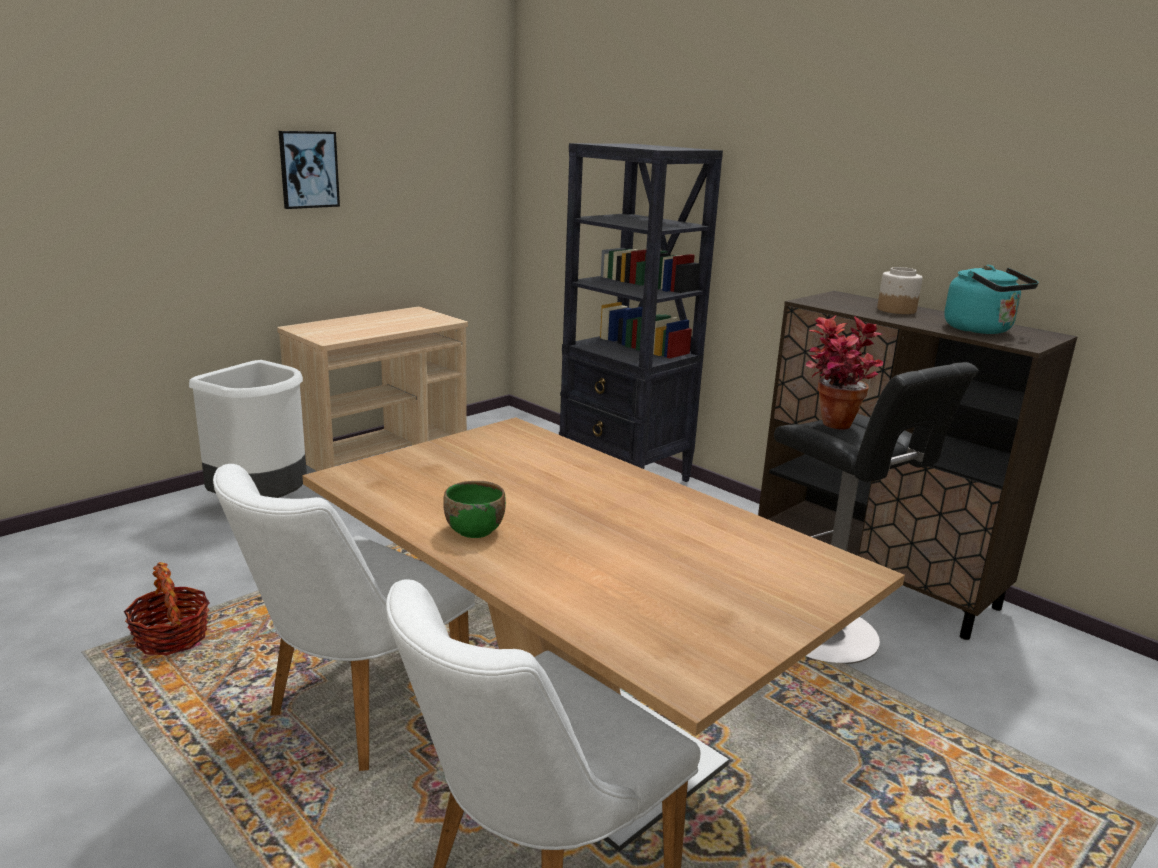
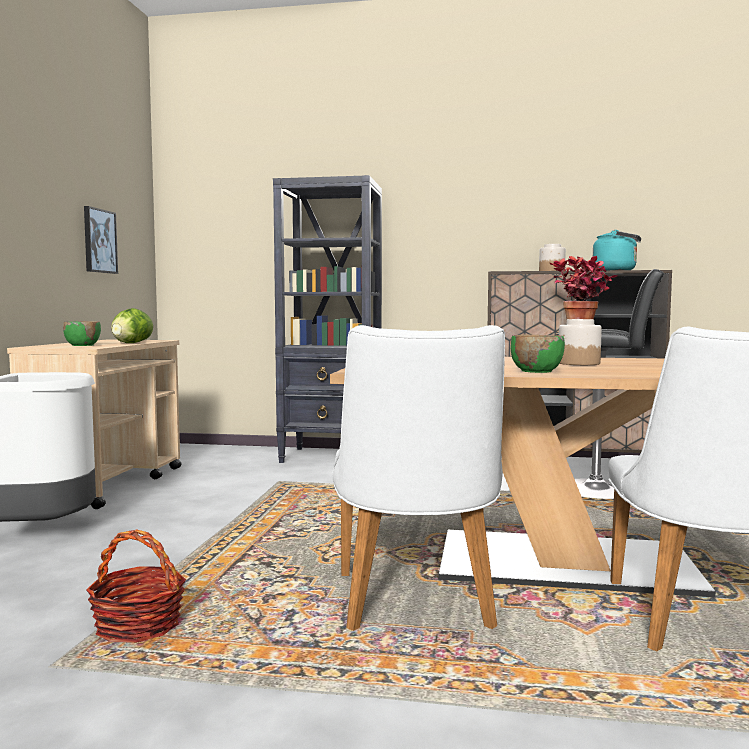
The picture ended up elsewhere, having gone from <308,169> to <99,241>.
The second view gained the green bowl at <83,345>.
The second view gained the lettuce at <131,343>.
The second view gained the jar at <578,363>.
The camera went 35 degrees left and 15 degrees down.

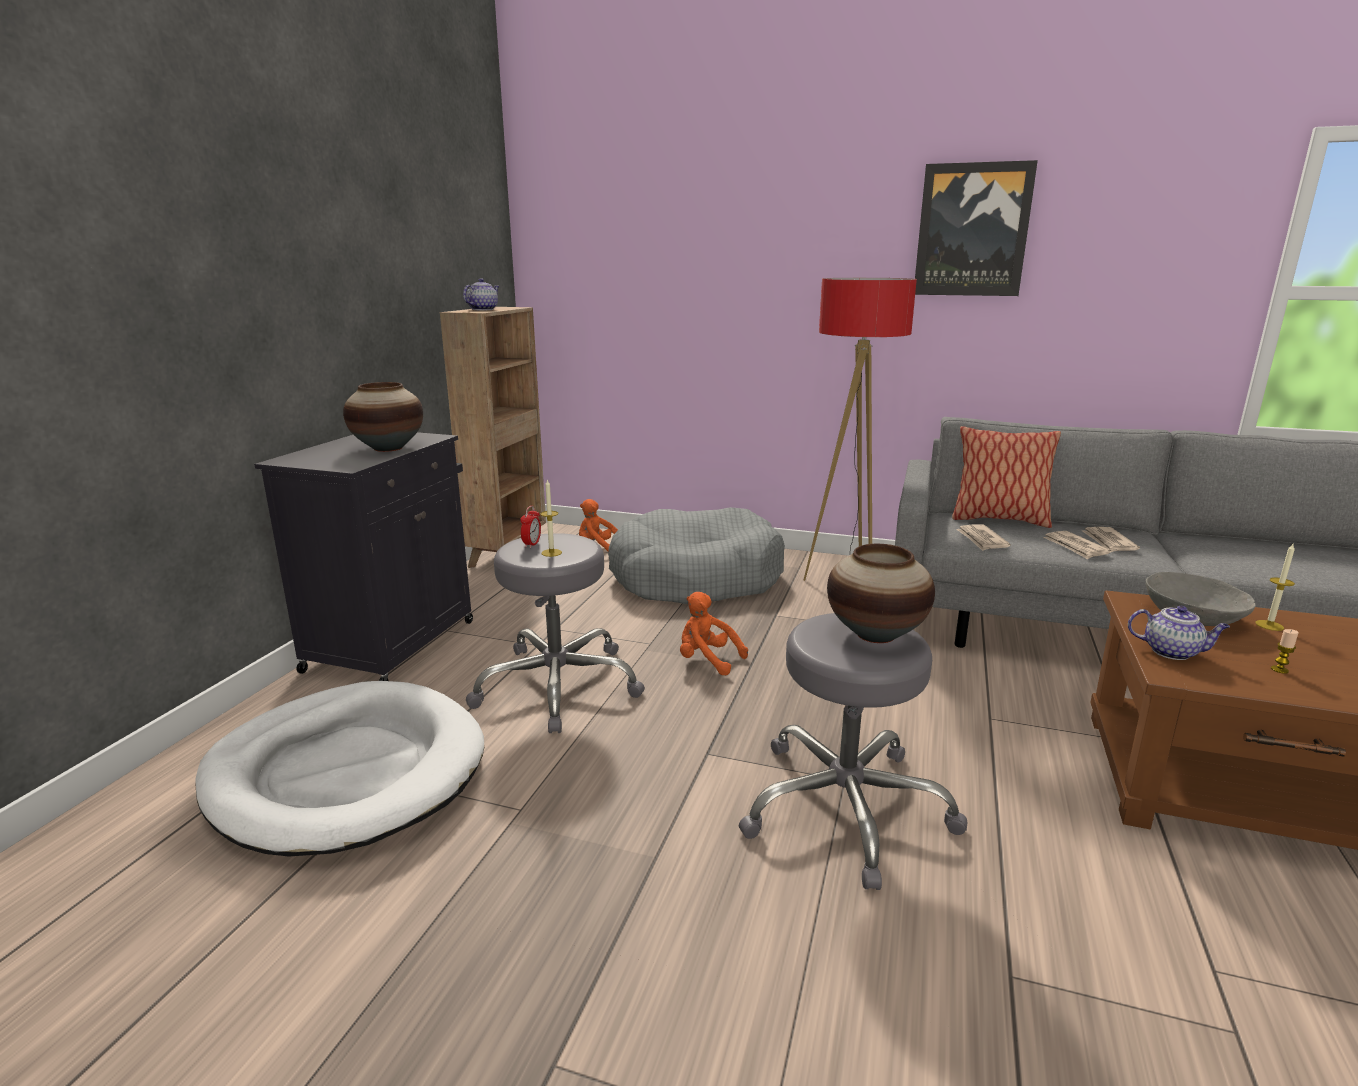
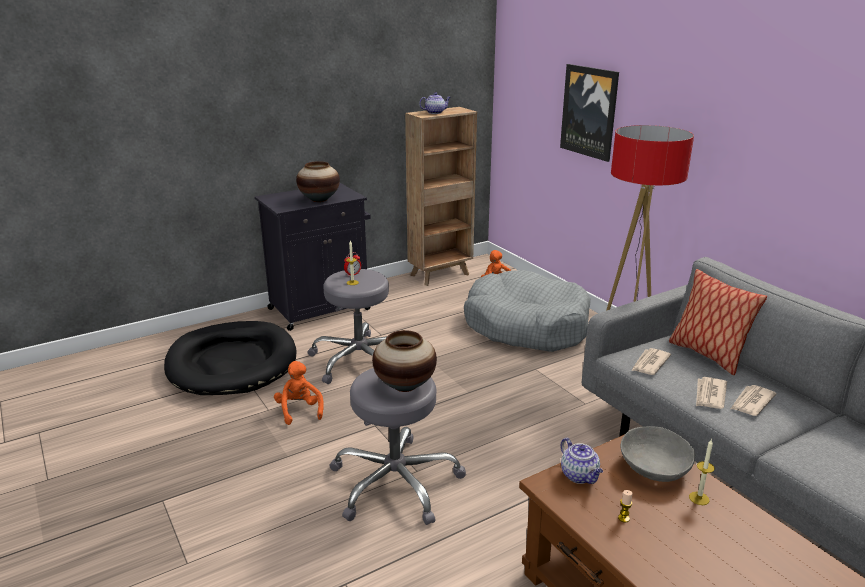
What was the white dog bed at <347,772> turned into the black dog bed at <232,363>.
The orange plush toy ended up elsewhere, having gone from <707,660> to <299,410>.
The picture ended up elsewhere, having gone from <972,230> to <589,111>.
The camera went 40 degrees right and 5 degrees up.

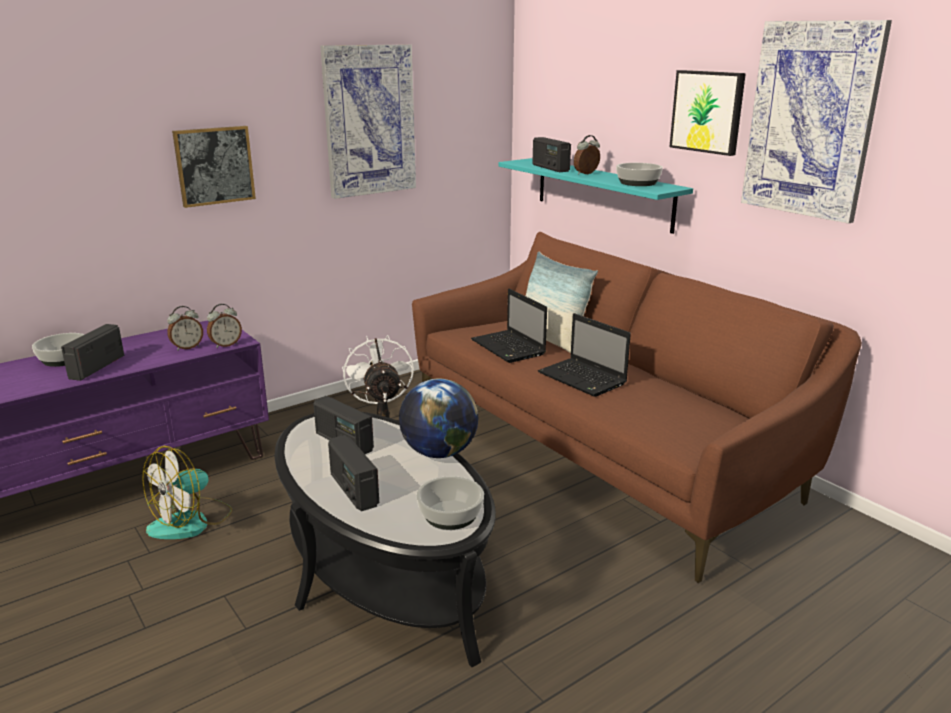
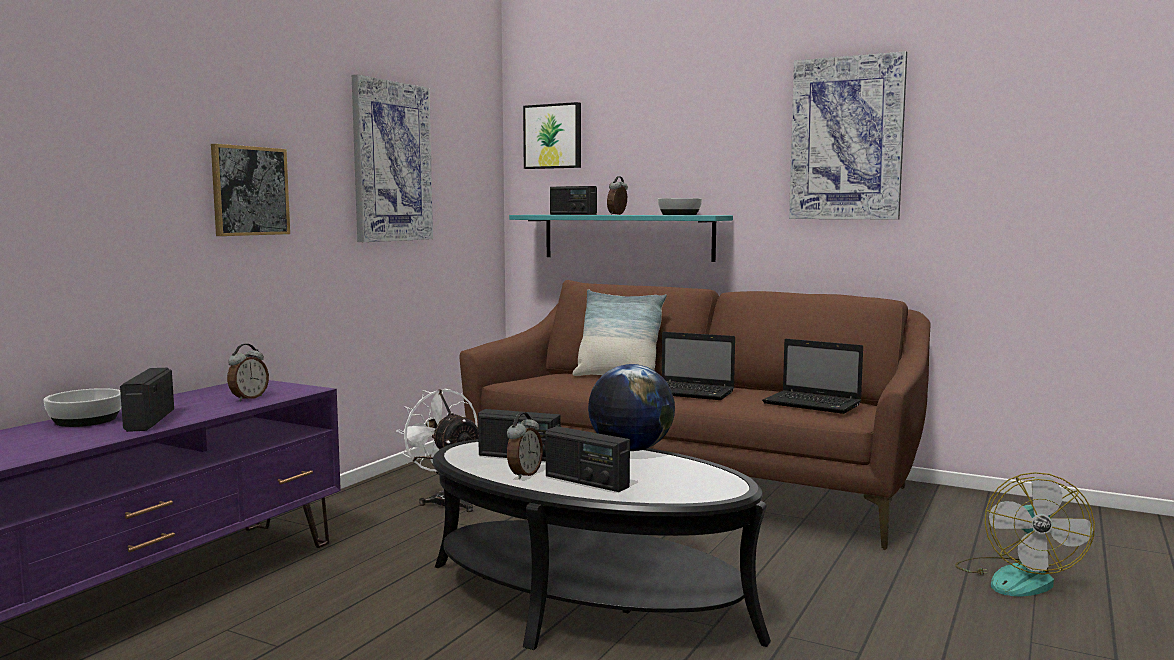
The fan ended up elsewhere, having gone from <191,522> to <1017,577>.
The alarm clock ended up elsewhere, having gone from <226,345> to <524,474>.
The second view lost the bowl at <451,515>.
The laptop ended up elsewhere, having gone from <509,348> to <814,404>.
The picture ended up elsewhere, having gone from <708,111> to <553,136>.
The camera went 25 degrees left and 15 degrees down.

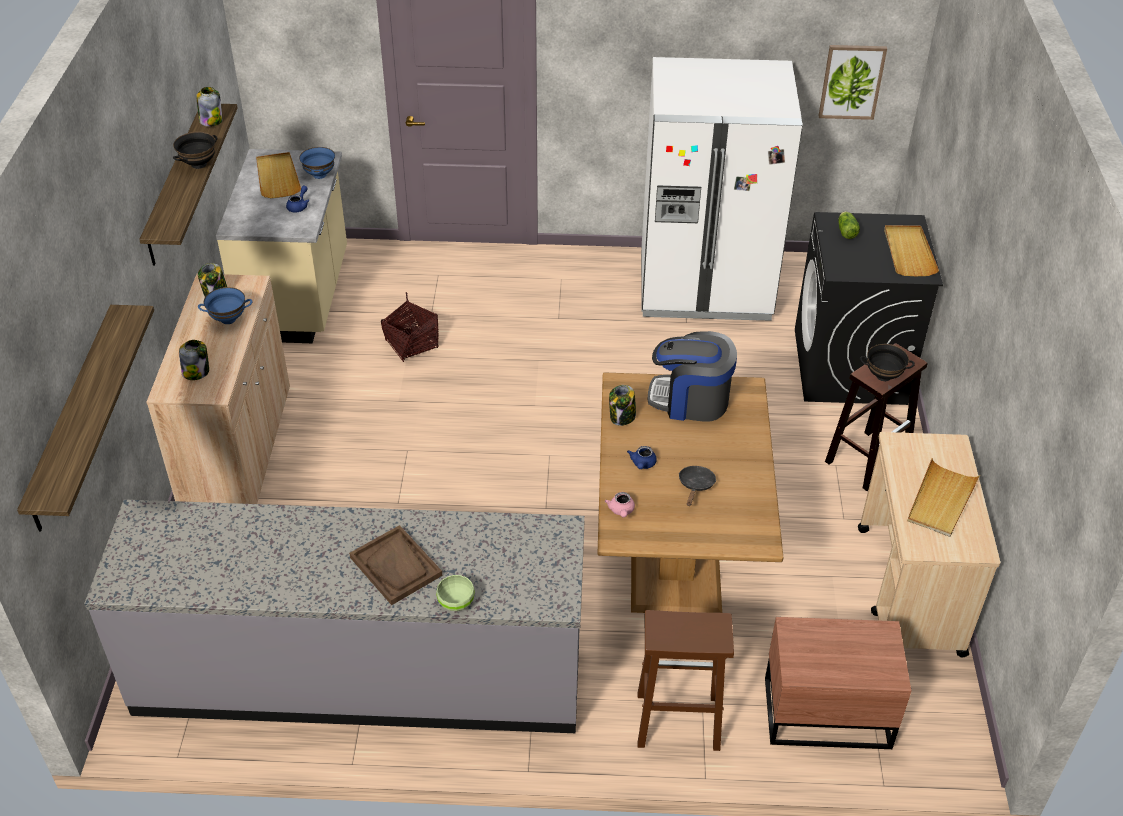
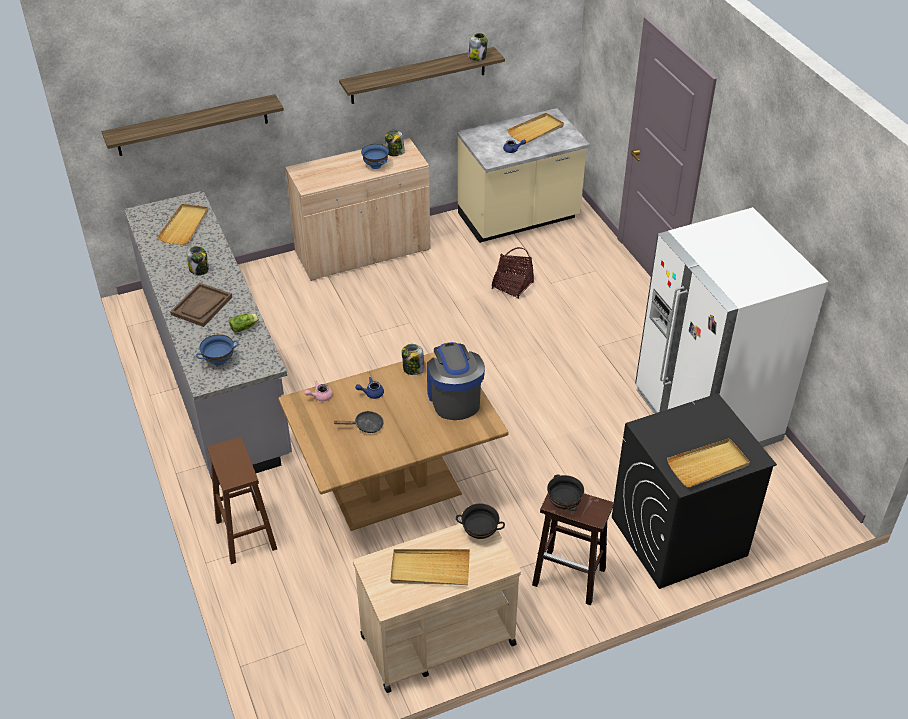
The black bowl ended up elsewhere, having gone from <199,165> to <479,533>.
The jar ended up elsewhere, having gone from <196,372> to <199,269>.
The blue bowl ended up elsewhere, having gone from <320,175> to <219,361>.
The second view lost the green bowl at <455,603>.
The second view lost the brown nightstand at <824,710>.
The second view lost the picture at <851,81>.
The lettuce ended up elsewhere, having gone from <846,231> to <245,327>.
The second view gained the beige tray at <184,226>.
The camera went 65 degrees right and 0 degrees up.

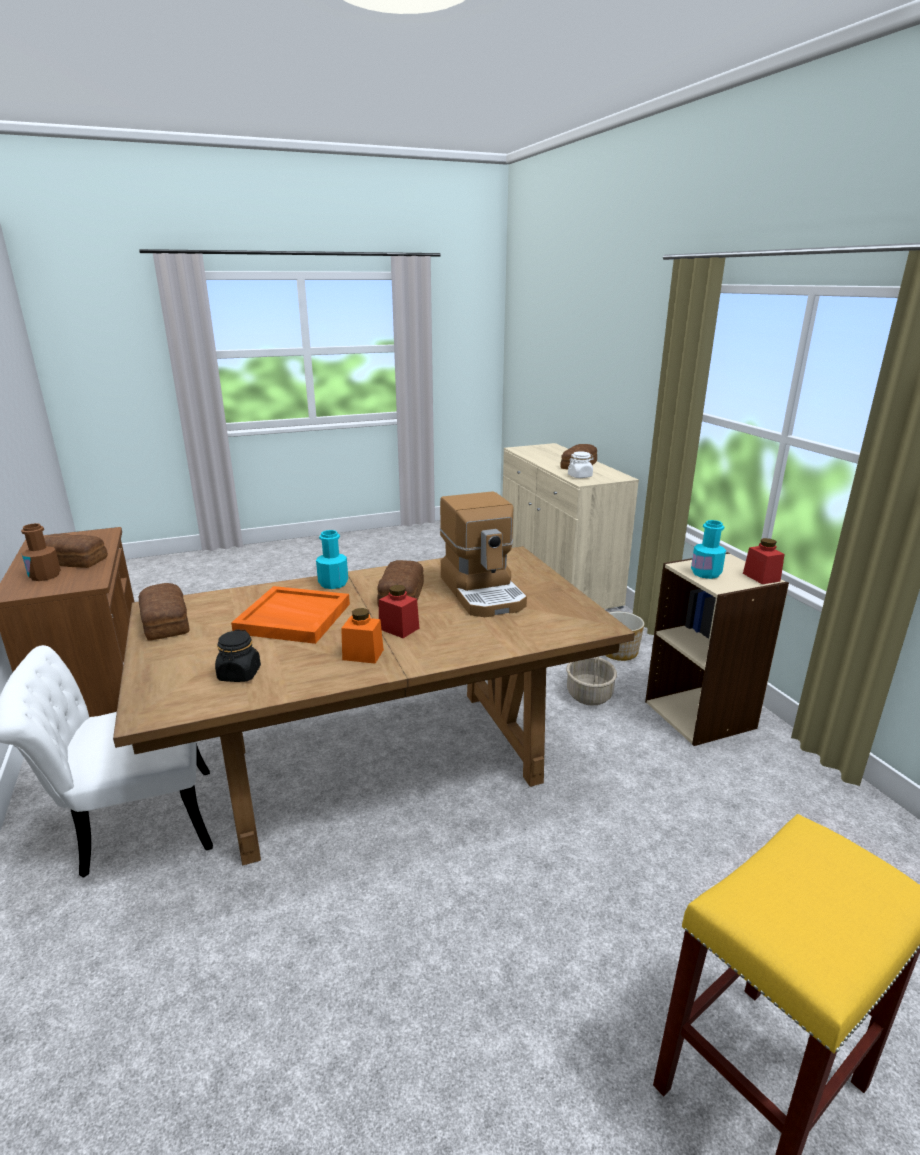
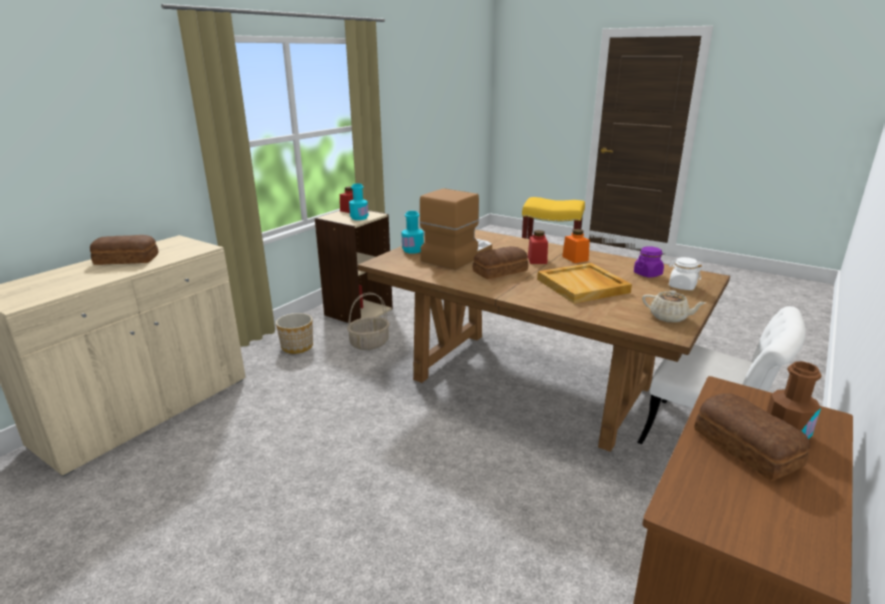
Where the bread stood at <167,622>, the beige teapot came to stand at <669,317>.
What was the black jar at <239,674> turned into the purple jar at <647,274>.
What was the orange tray at <292,618> turned into the beige tray at <583,286>.
The turquoise bottle ended up elsewhere, having gone from <333,583> to <412,250>.
The white jar ended up elsewhere, having gone from <580,476> to <682,286>.
The camera went 125 degrees left and 0 degrees up.

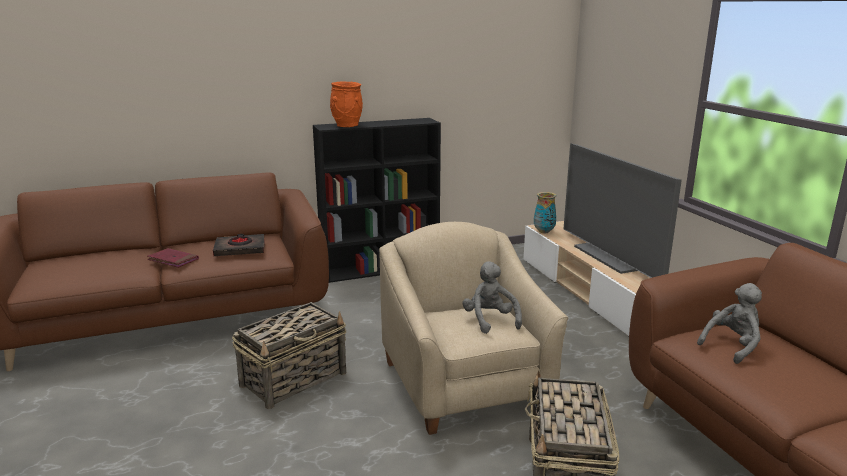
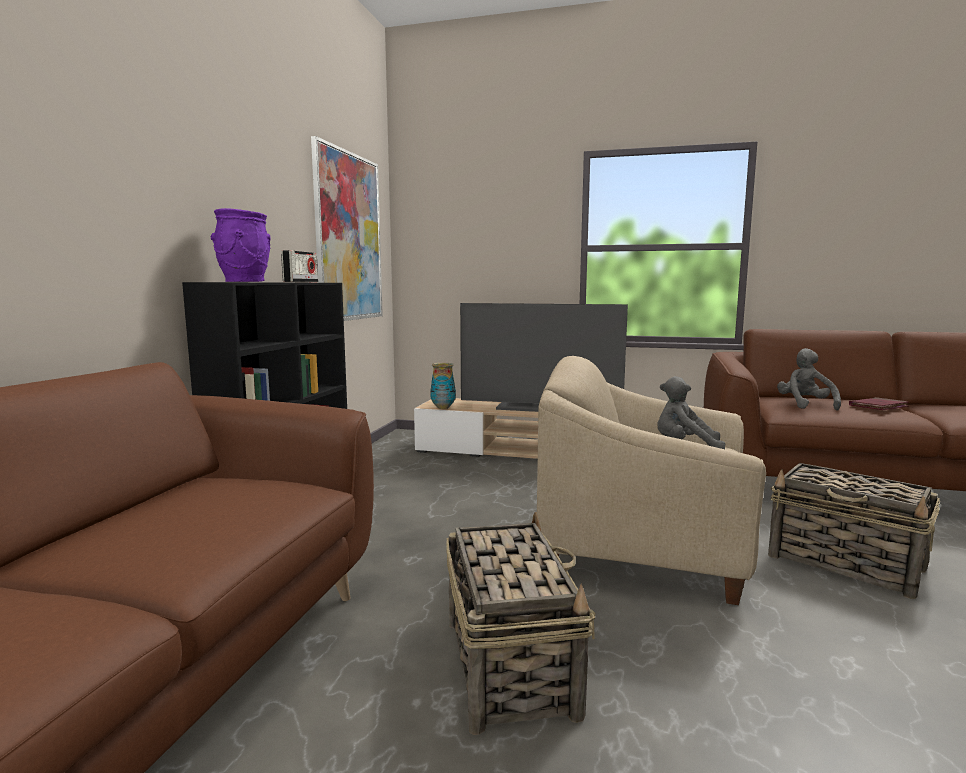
The red book ended up elsewhere, having gone from <173,260> to <878,407>.
The second view lost the black book at <240,249>.
What was the orange vase at <346,125> turned into the purple vase at <244,281>.
The second view gained the radio at <301,282>.
The second view gained the picture at <349,237>.
The camera went 55 degrees left and 10 degrees down.

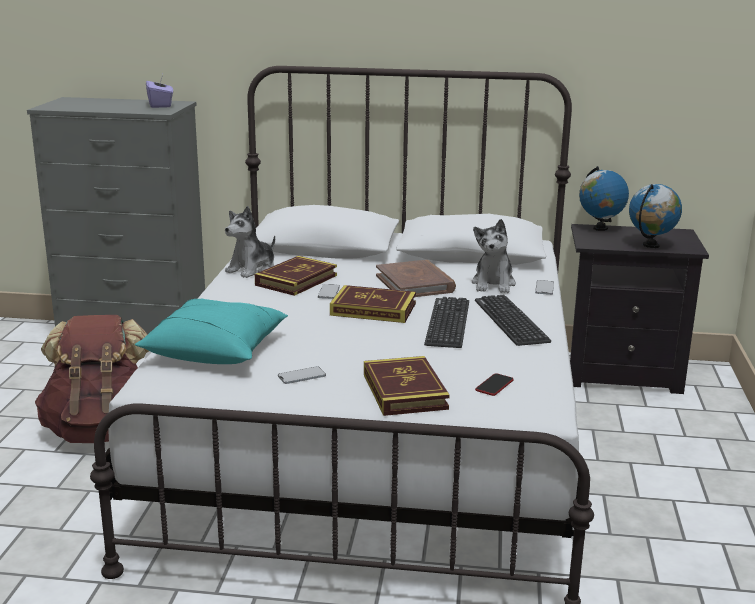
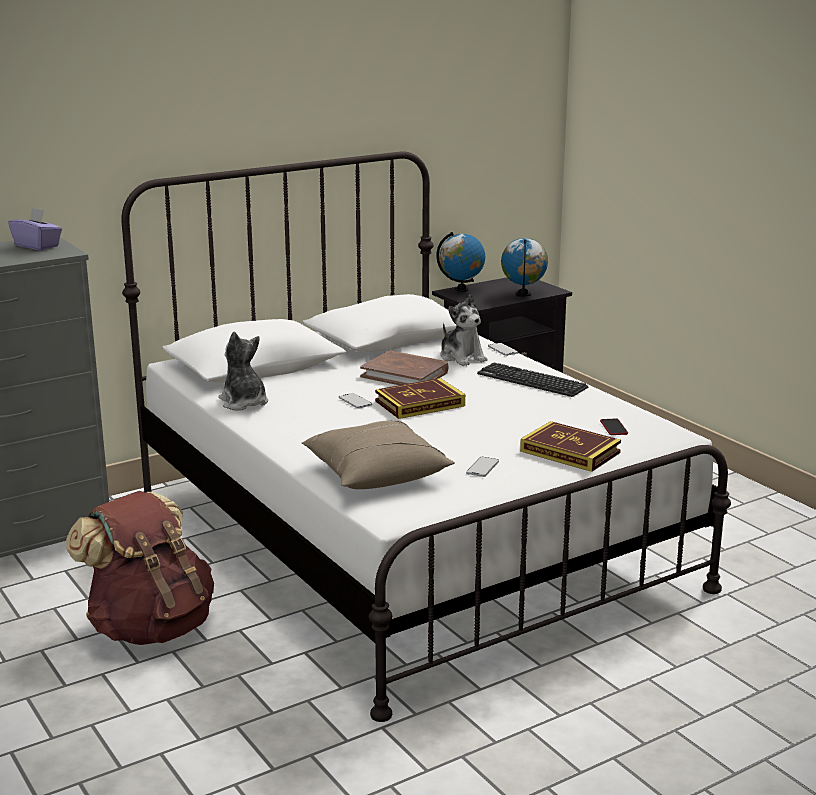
What was the turquoise pillow at <216,350> turned into the beige pillow at <376,473>.
The plush toy at <252,269> ended up facing another way, 150 degrees clockwise from before.
The second view lost the book at <296,280>.
The second view lost the keyboard at <447,323>.
The camera went 40 degrees left and 0 degrees up.

